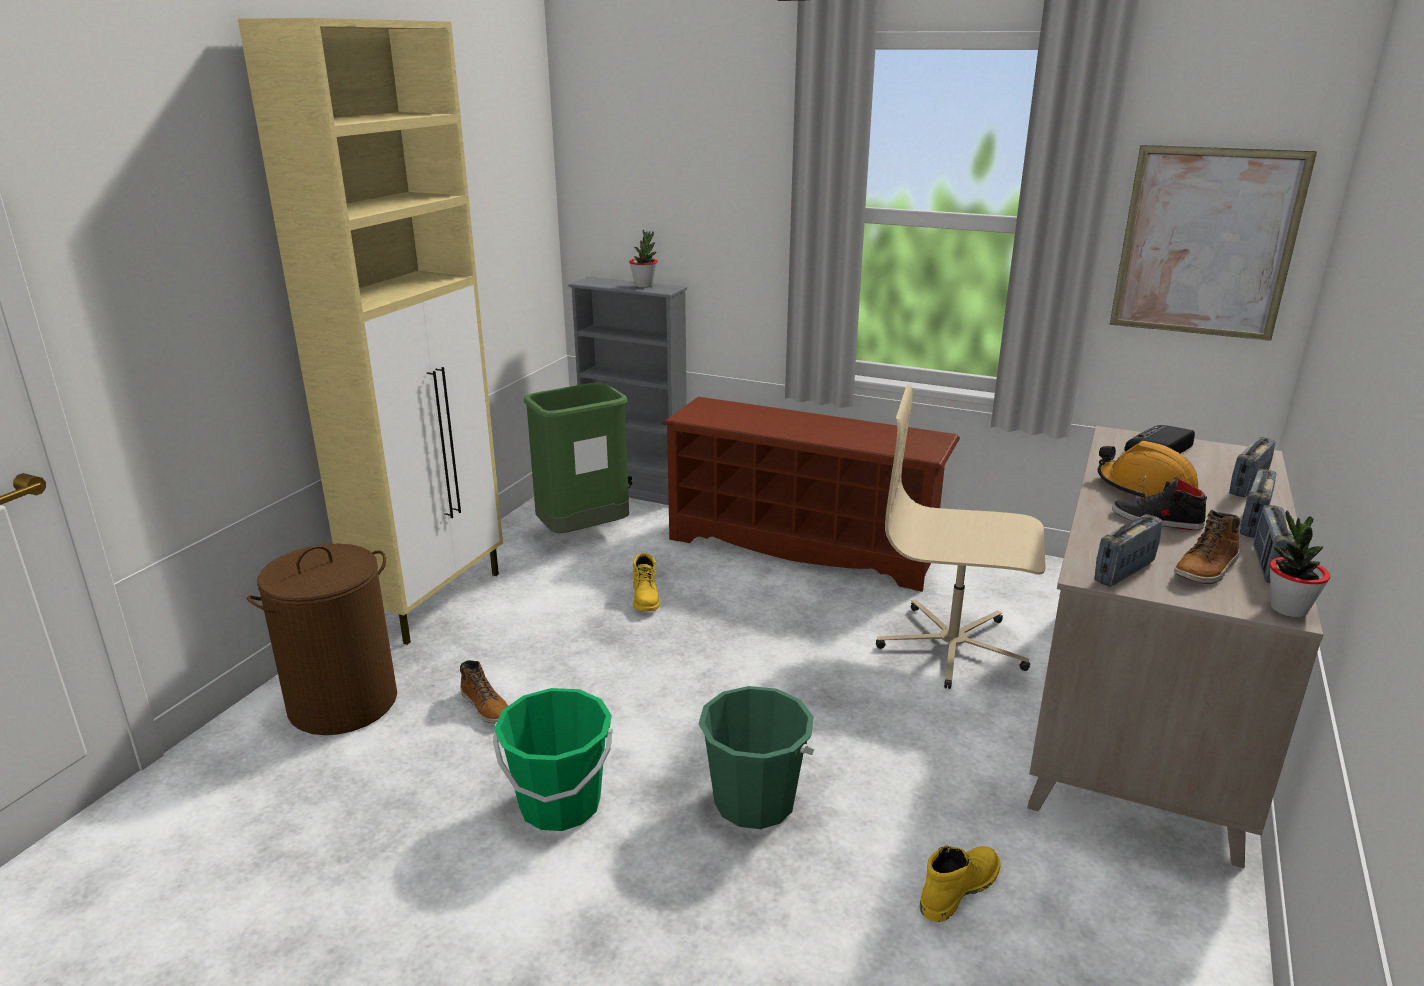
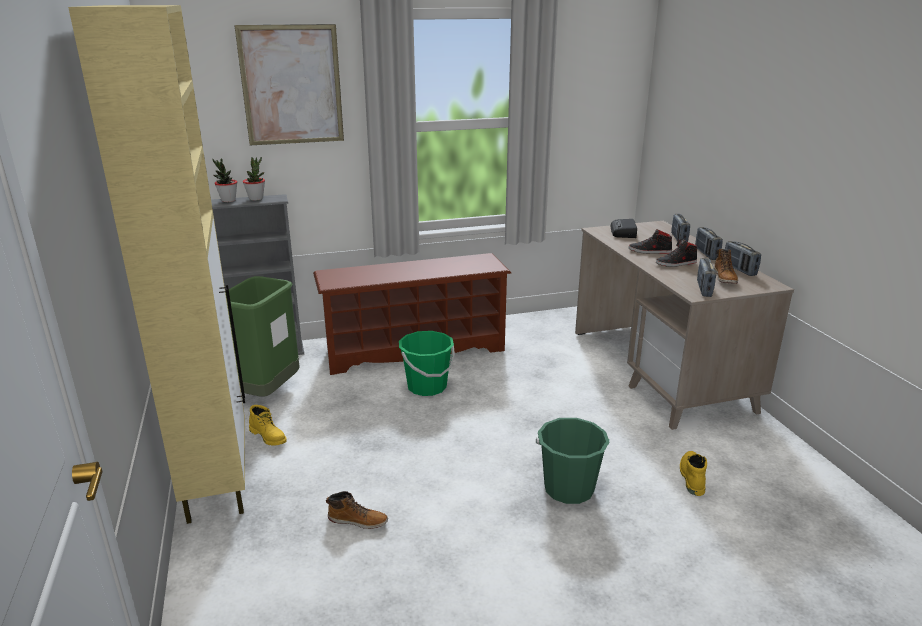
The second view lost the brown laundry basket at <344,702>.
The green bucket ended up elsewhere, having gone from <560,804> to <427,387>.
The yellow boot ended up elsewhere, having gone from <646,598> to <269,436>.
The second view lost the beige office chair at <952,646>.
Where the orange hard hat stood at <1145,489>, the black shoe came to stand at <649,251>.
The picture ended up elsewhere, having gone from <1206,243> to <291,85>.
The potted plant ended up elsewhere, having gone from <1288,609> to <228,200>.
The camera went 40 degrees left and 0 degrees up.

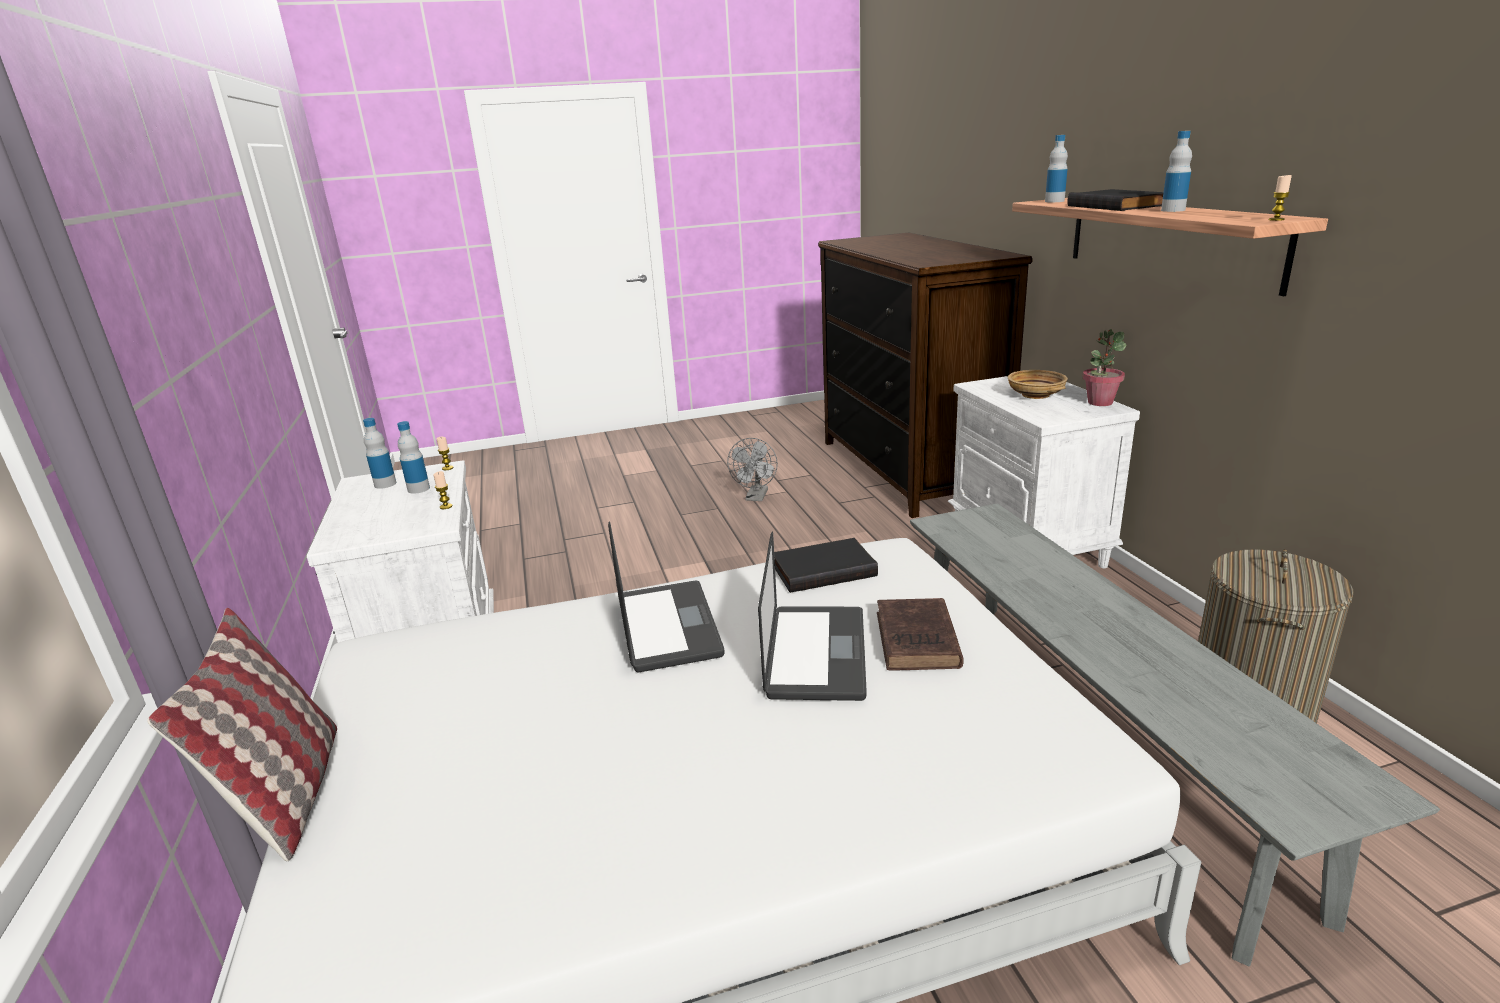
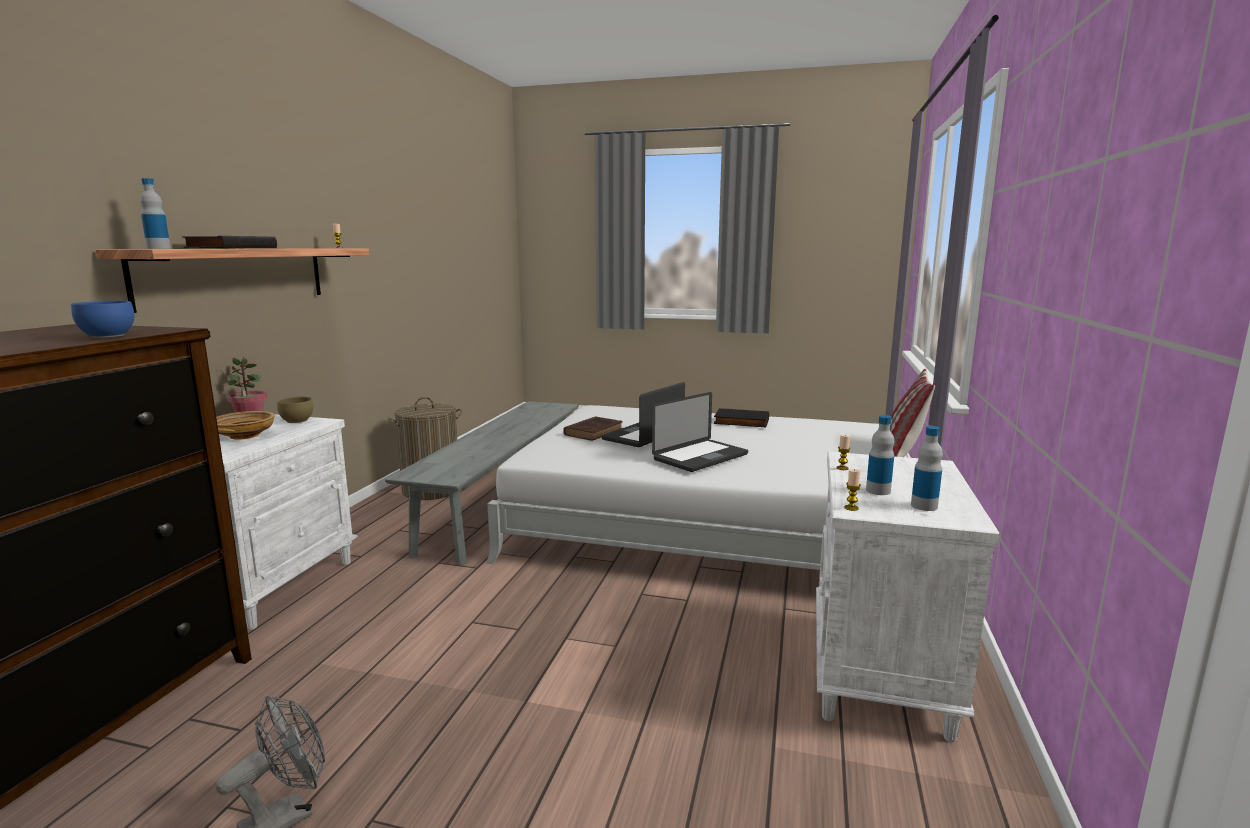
The laptop at <668,627> ended up facing another way, 150 degrees counterclockwise from before.
The black book ended up elsewhere, having gone from <823,569> to <741,422>.
The second view lost the bottle at <1173,210>.
The second view gained the blue bowl at <108,336>.
The second view gained the brown bowl at <295,421>.
The camera went 150 degrees left and 10 degrees down.

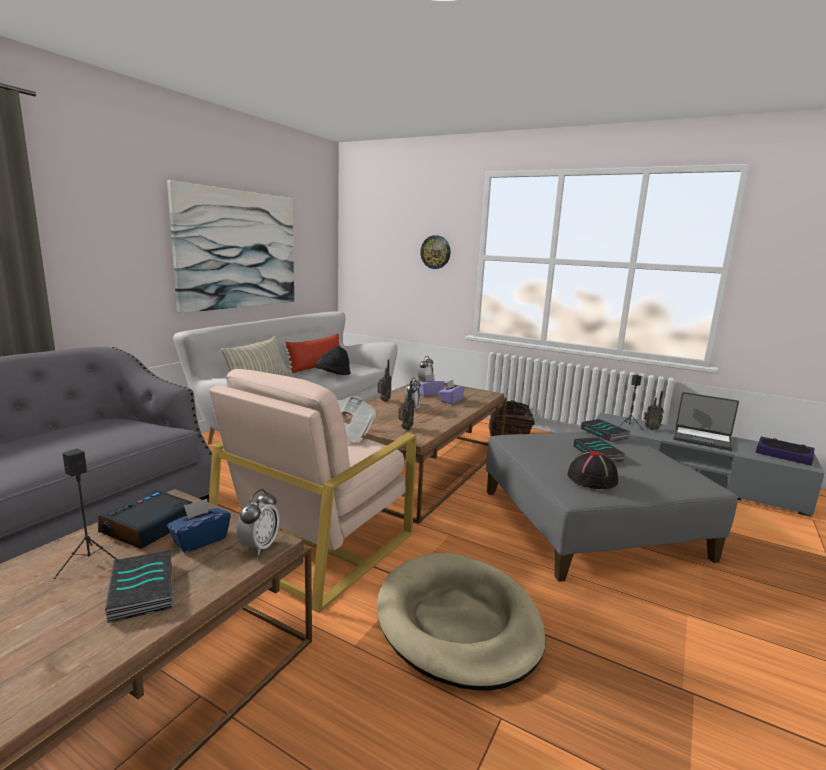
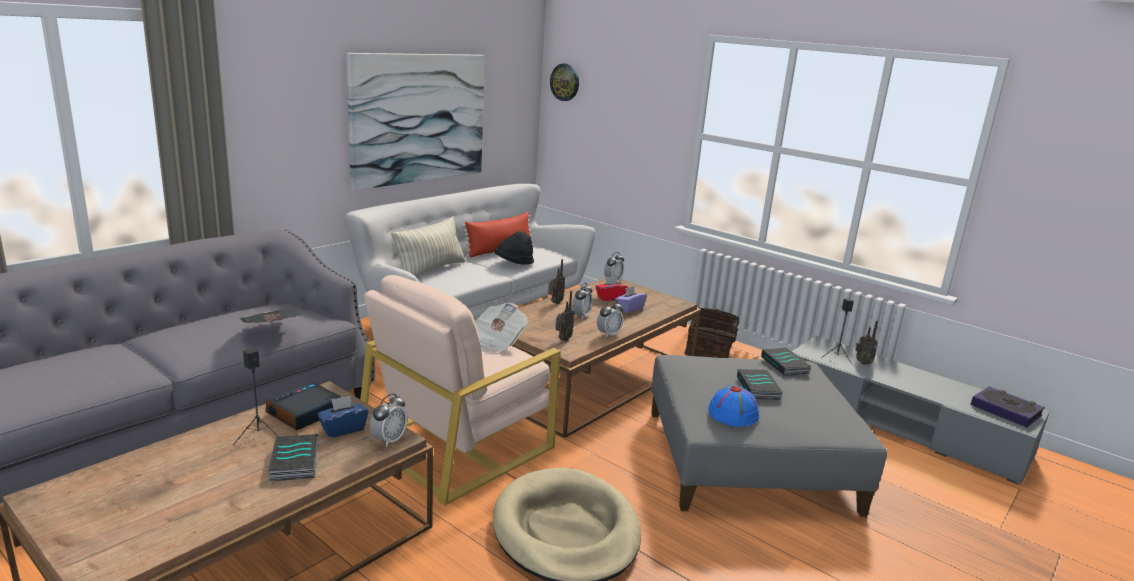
What was the purple tissue box at <429,394> turned into the red tissue box at <610,298>.
The wall clock ended up elsewhere, having gone from <435,252> to <565,82>.
What was the black hat at <592,478> turned into the blue hat at <733,414>.
The second view lost the laptop at <702,439>.
The second view gained the newspaper at <271,331>.
The second view gained the alarm clock at <608,334>.
The camera went 10 degrees right and 5 degrees up.

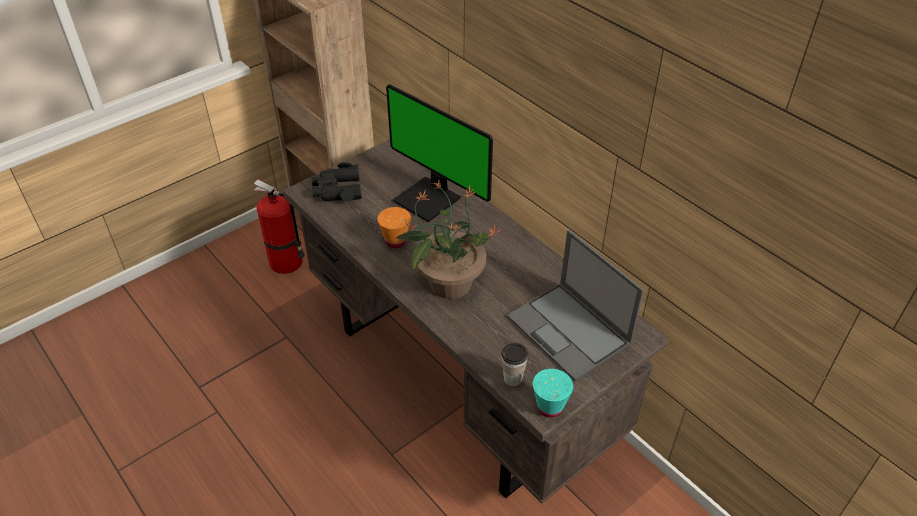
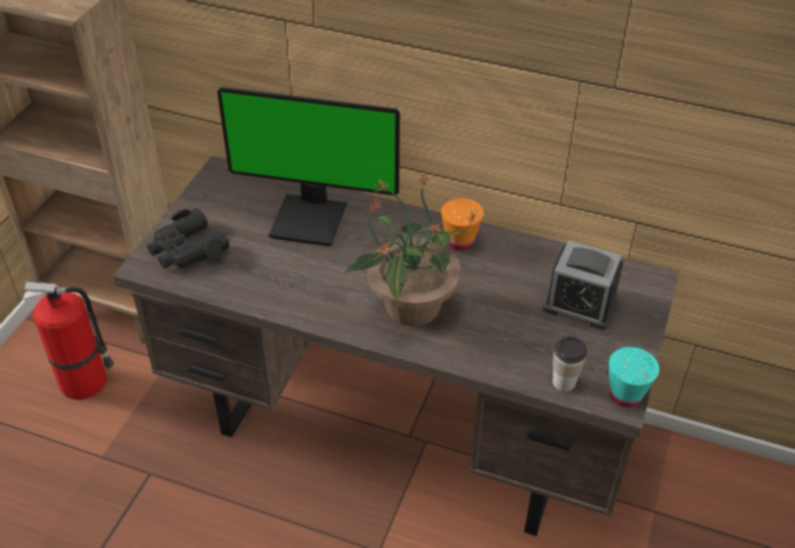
The orange cup ended up elsewhere, having gone from <395,241> to <460,242>.
Where the laptop stood at <569,331>, the alarm clock came to stand at <580,305>.
The camera went 30 degrees left and 0 degrees up.

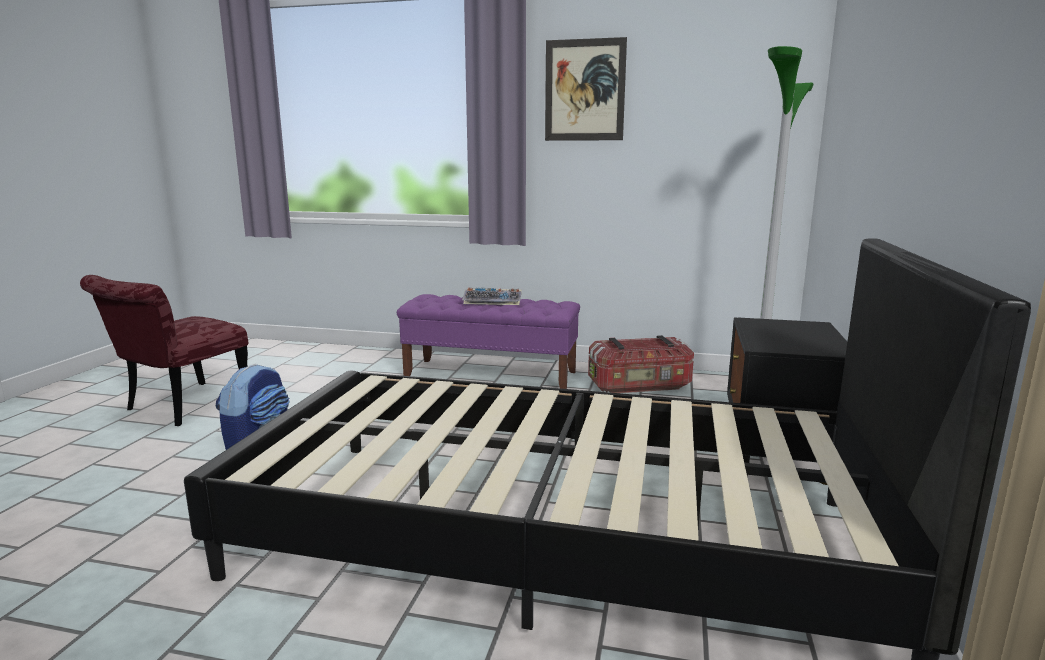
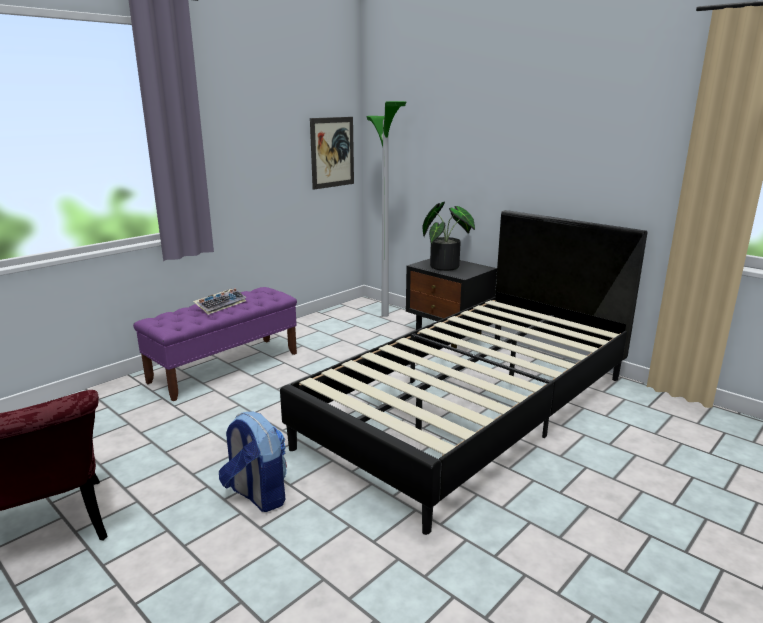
The picture ended up elsewhere, having gone from <584,90> to <332,152>.
The second view lost the storage box at <640,386>.
The second view gained the potted plant at <448,266>.
The camera went 60 degrees left and 5 degrees up.

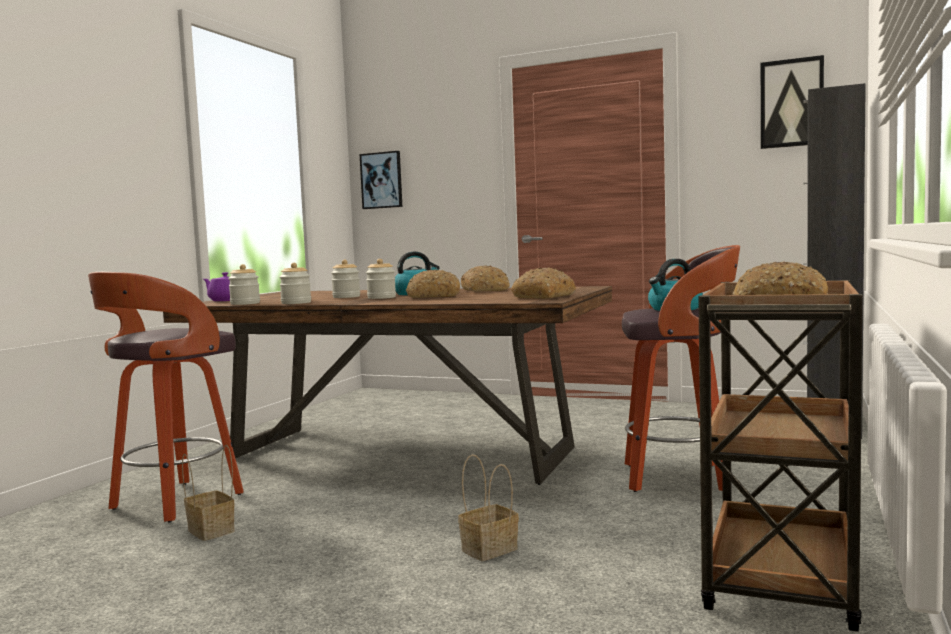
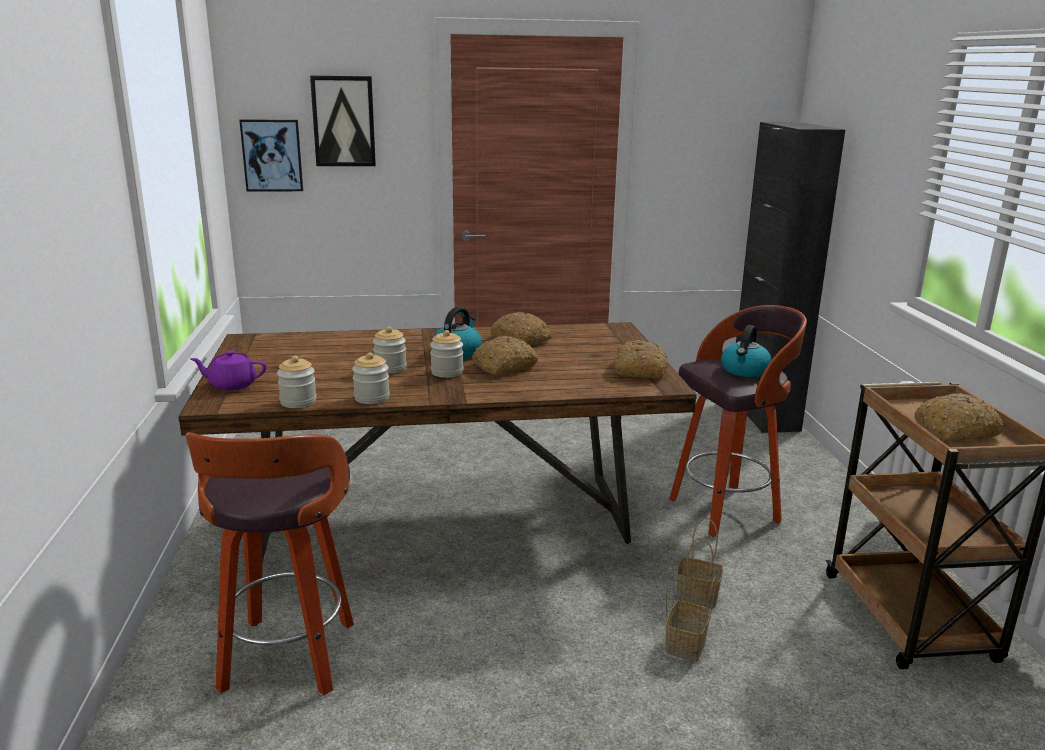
The basket ended up elsewhere, having gone from <212,531> to <699,595>.
The picture ended up elsewhere, having gone from <791,103> to <343,121>.
The camera went 30 degrees left and 15 degrees up.

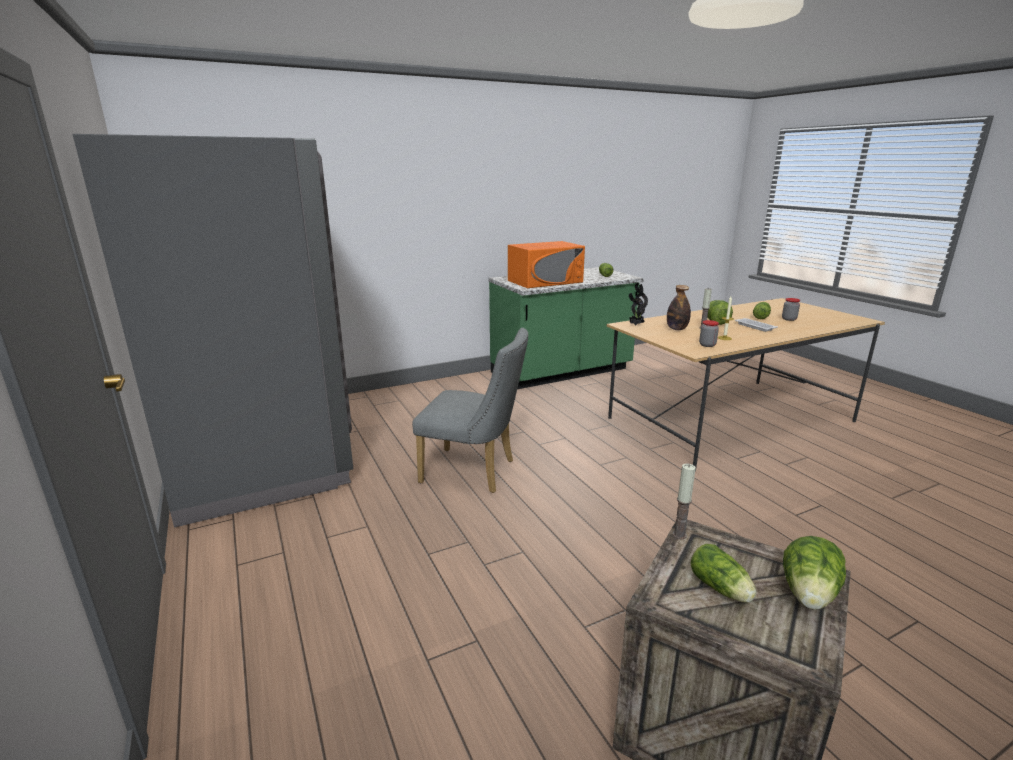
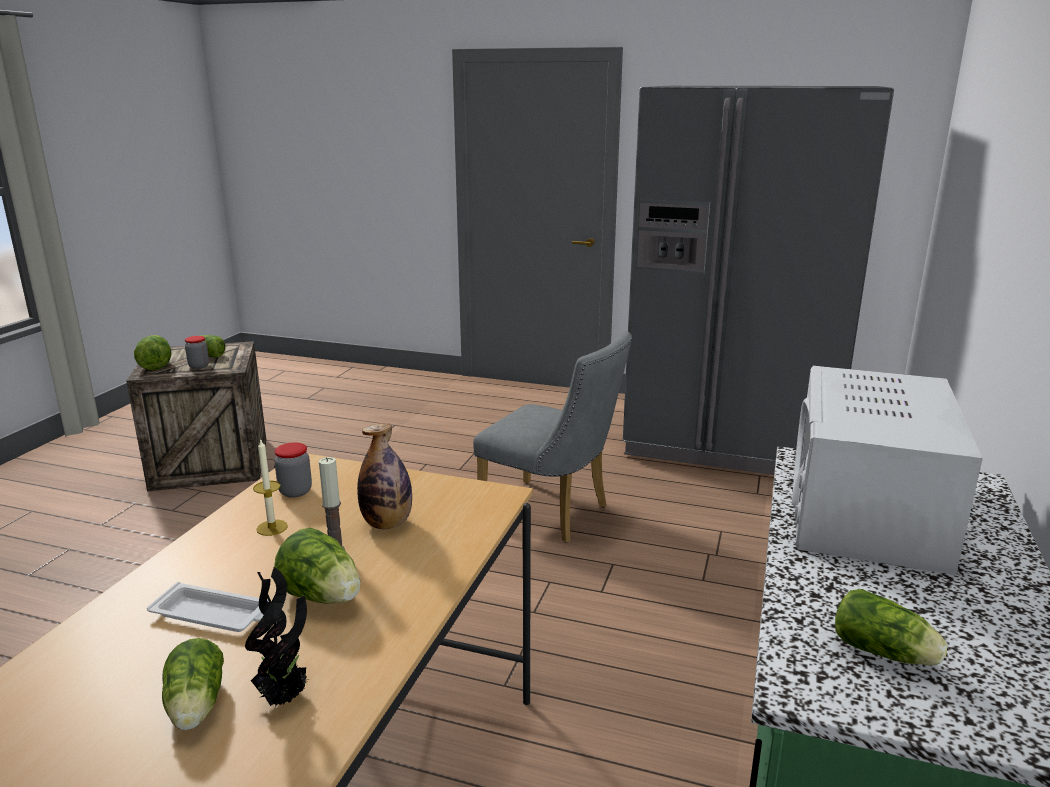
The grey chair at <475,472> ended up facing another way, 120 degrees counterclockwise from before.
What was the orange microwave at <545,281> turned into the white microwave at <867,509>.
The potted plant ended up elsewhere, having gone from <635,325> to <286,698>.
The second view lost the candle at <679,535>.
The jar ended up elsewhere, having gone from <789,319> to <199,366>.
The camera went 135 degrees right and 0 degrees up.

